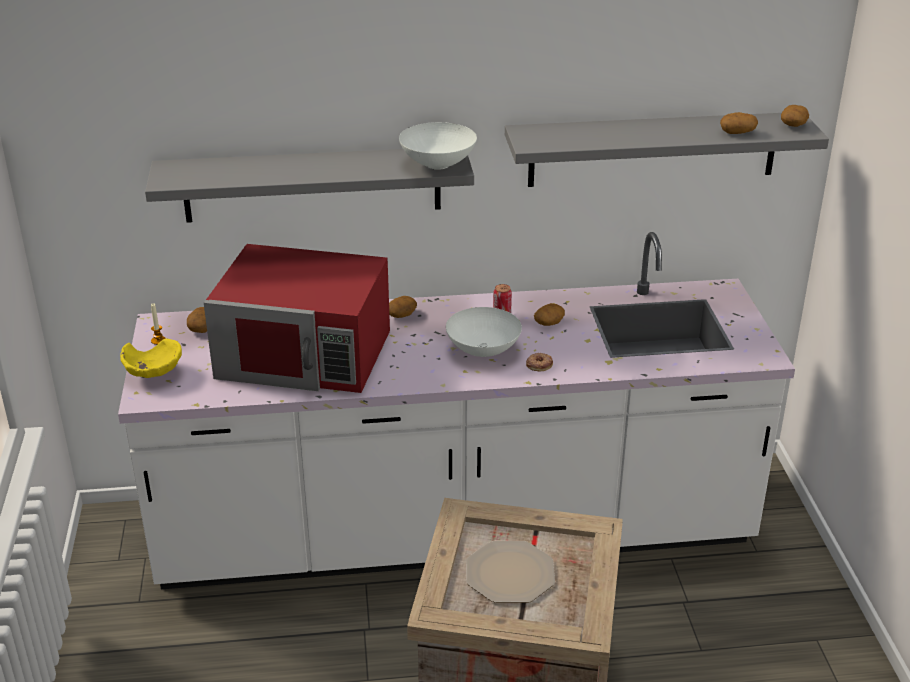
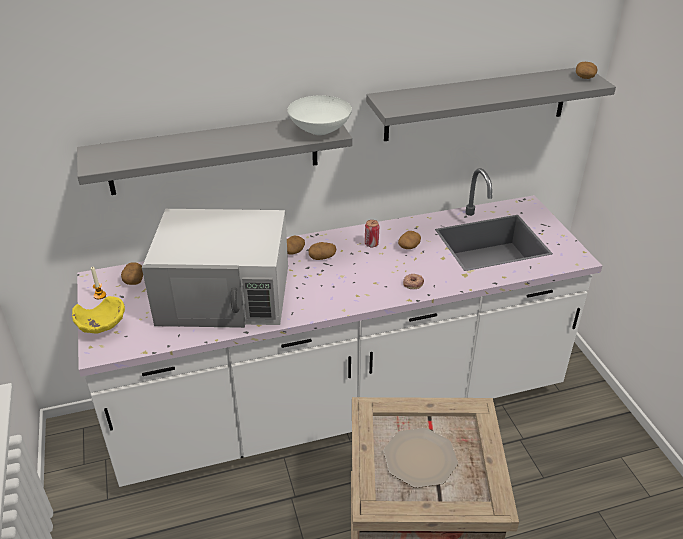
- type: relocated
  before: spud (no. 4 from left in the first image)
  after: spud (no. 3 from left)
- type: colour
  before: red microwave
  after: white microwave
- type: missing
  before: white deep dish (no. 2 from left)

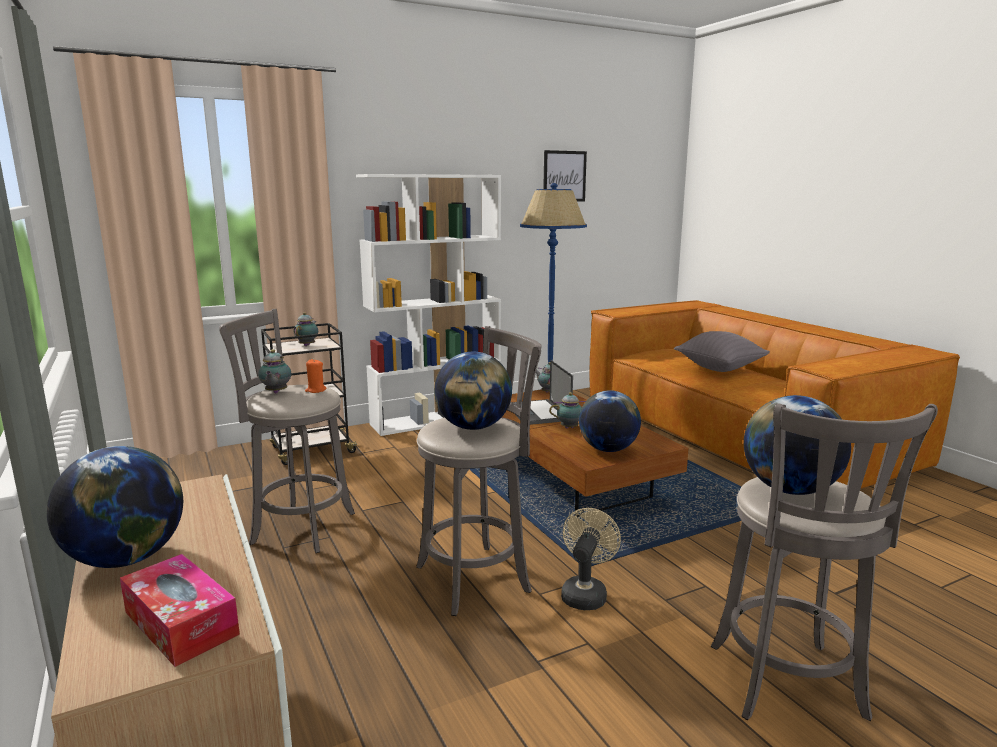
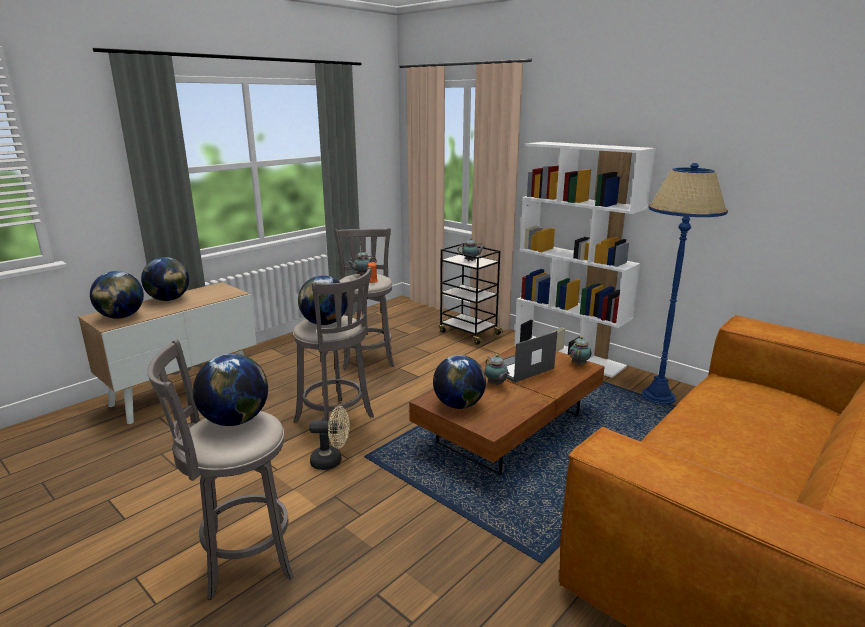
- type: missing
  before: picture
- type: missing
  before: gray cushion
- type: exchanged
  before: tissue holder
  after: world globe (no. 1 from left)

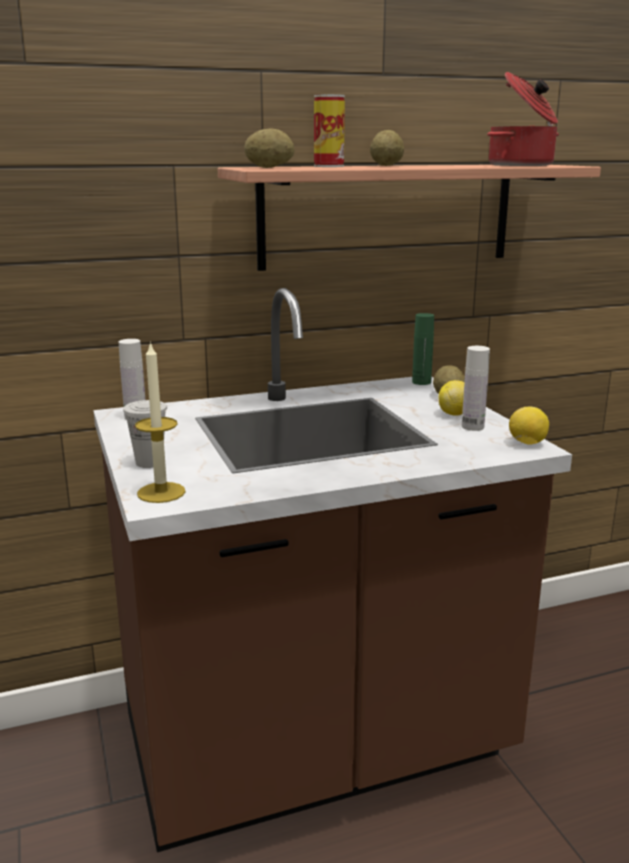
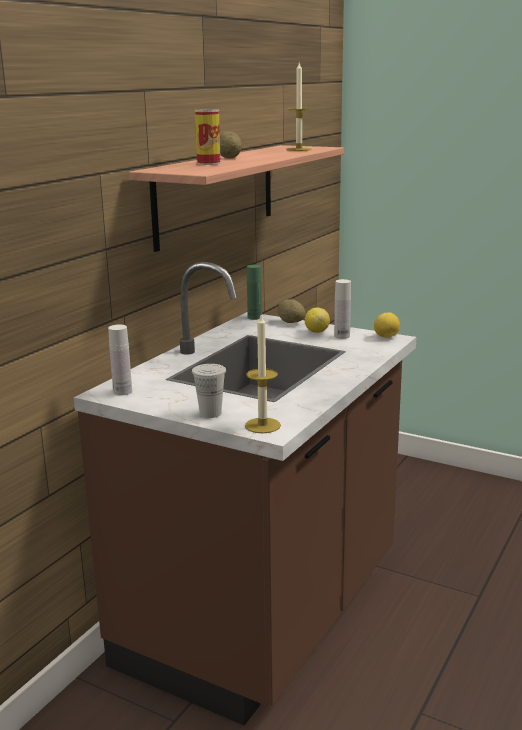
- type: exchanged
  before: stockpot
  after: wax light (no. 2 from left)
- type: missing
  before: spud (no. 1 from left)

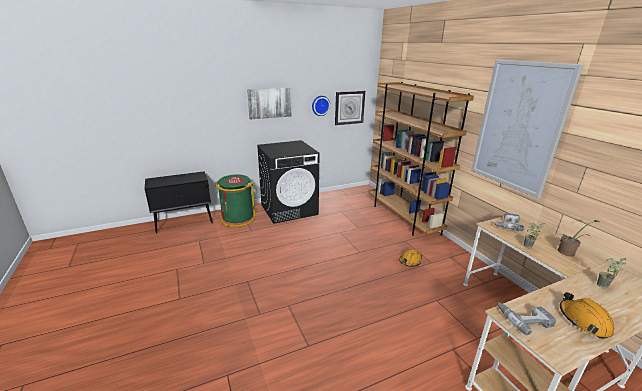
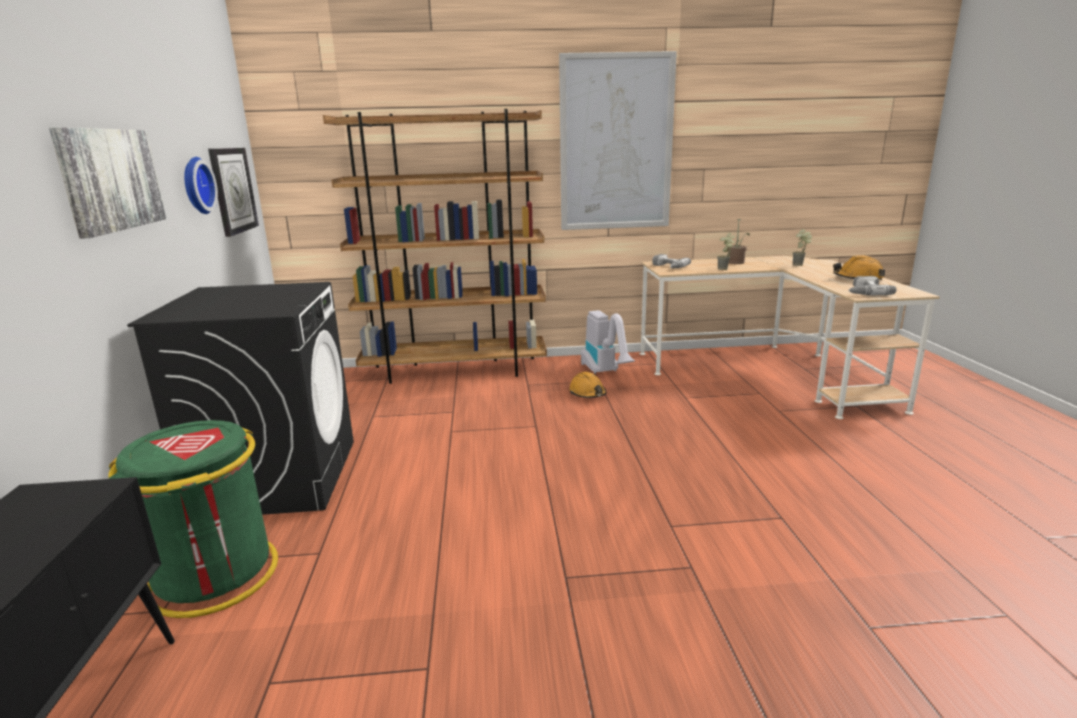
- type: appeared
  after: vacuum

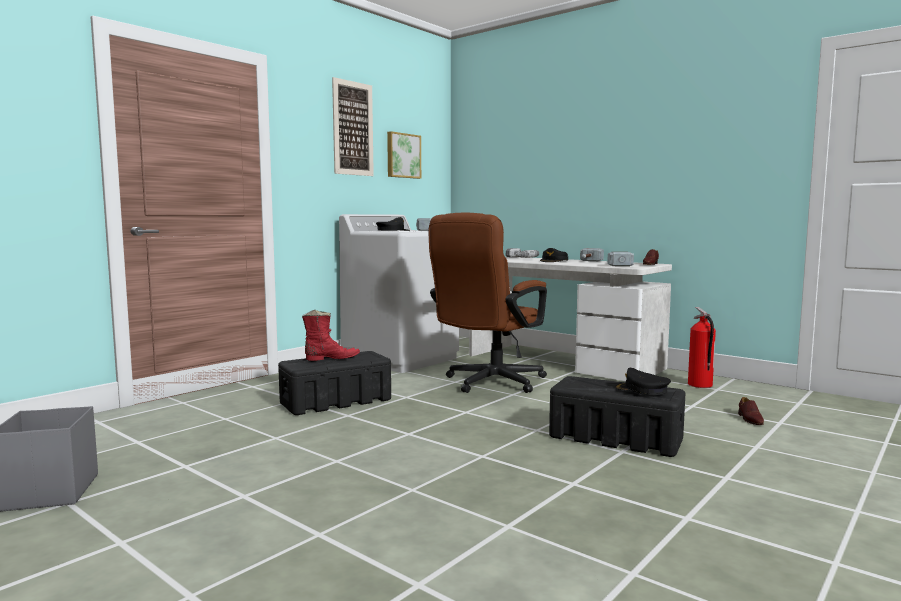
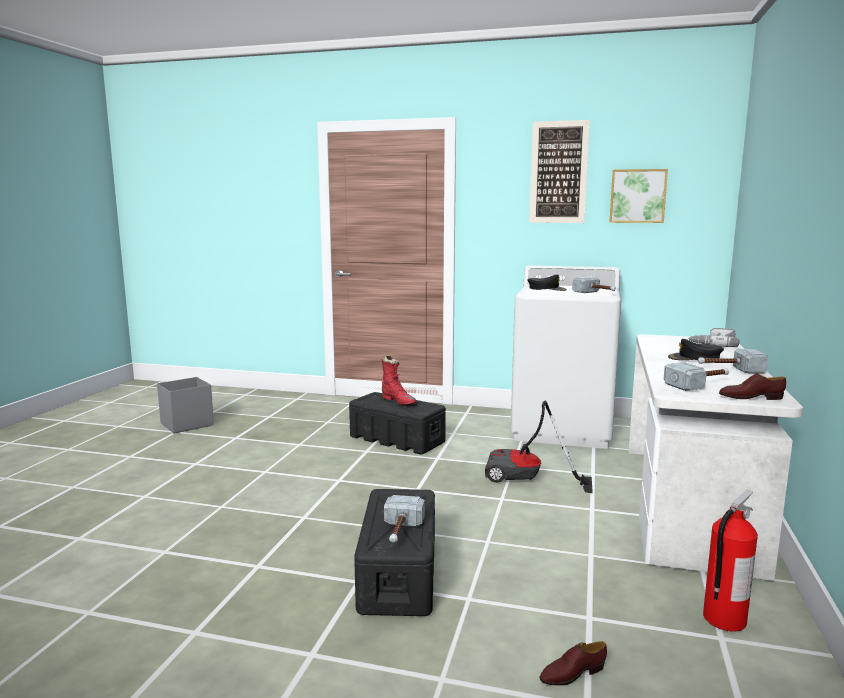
- type: exchanged
  before: brownish computer chair
  after: vacuum
- type: exchanged
  before: black baseball cap (no. 3 from left)
  after: hammer (no. 1 from left)

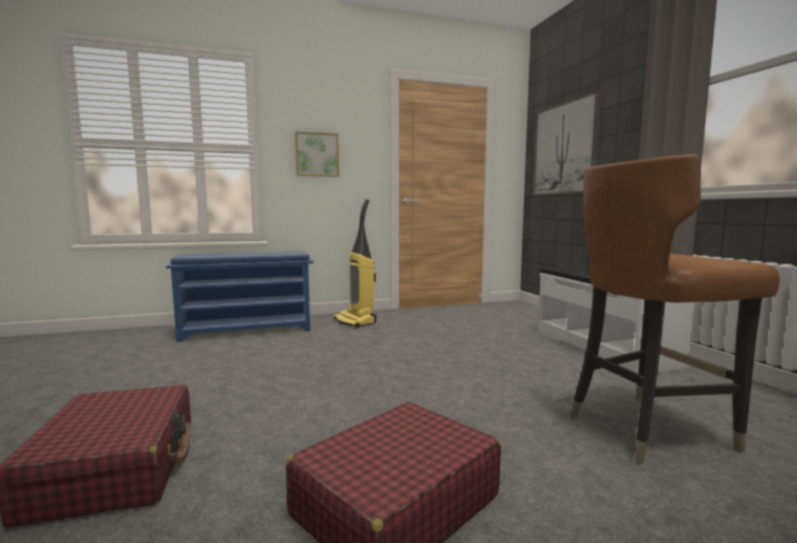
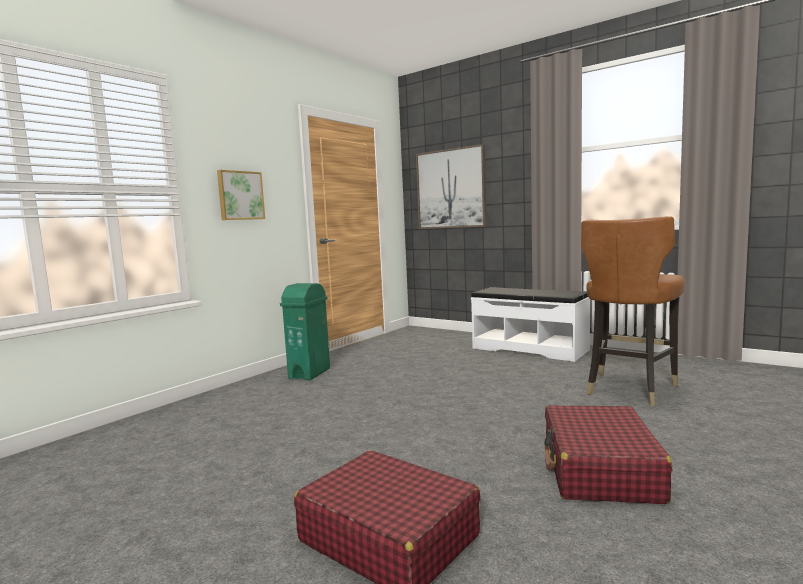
- type: exchanged
  before: vacuum
  after: greenish rubbish bin
- type: missing
  before: blue shoe rack

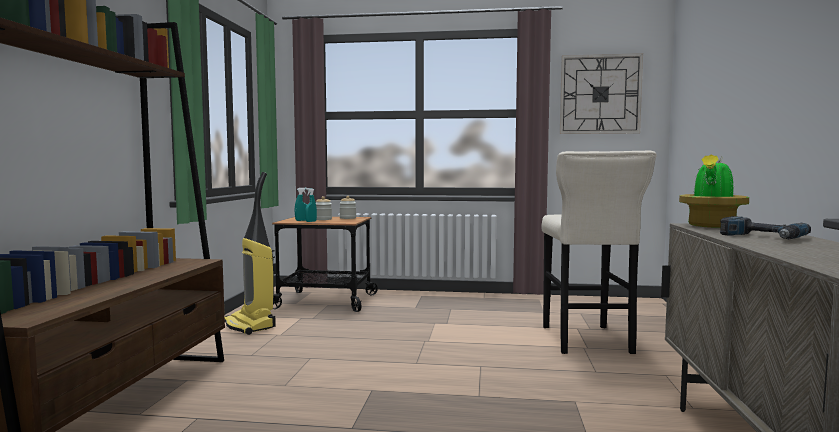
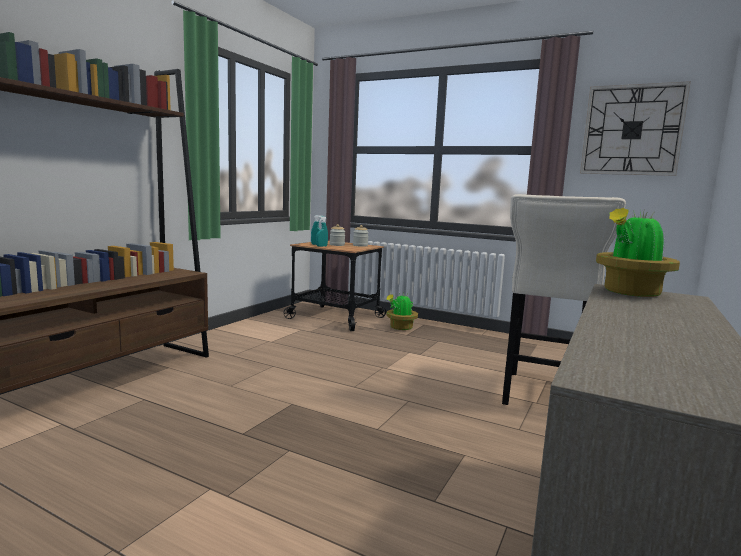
- type: missing
  before: vacuum
- type: missing
  before: power drill
- type: appeared
  after: potted plant (no. 1 from left)

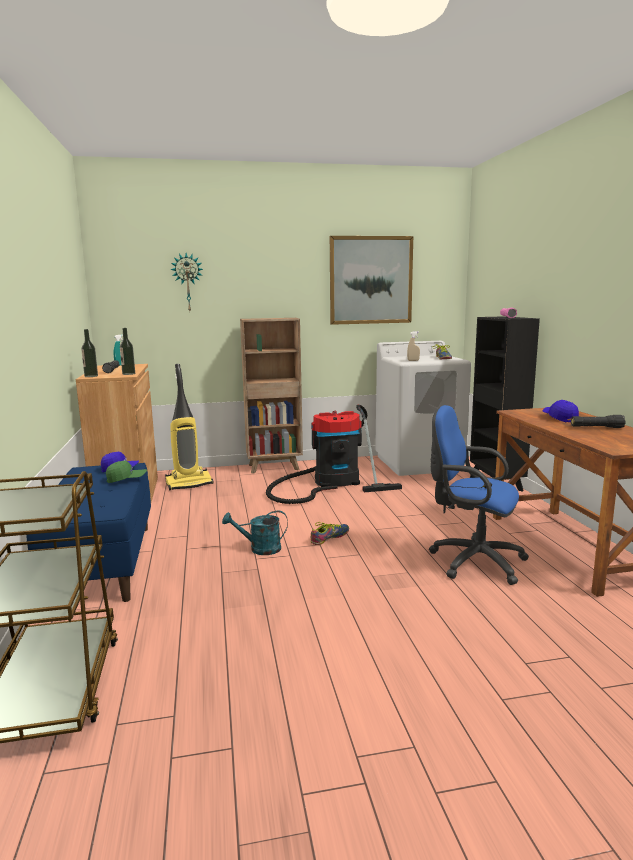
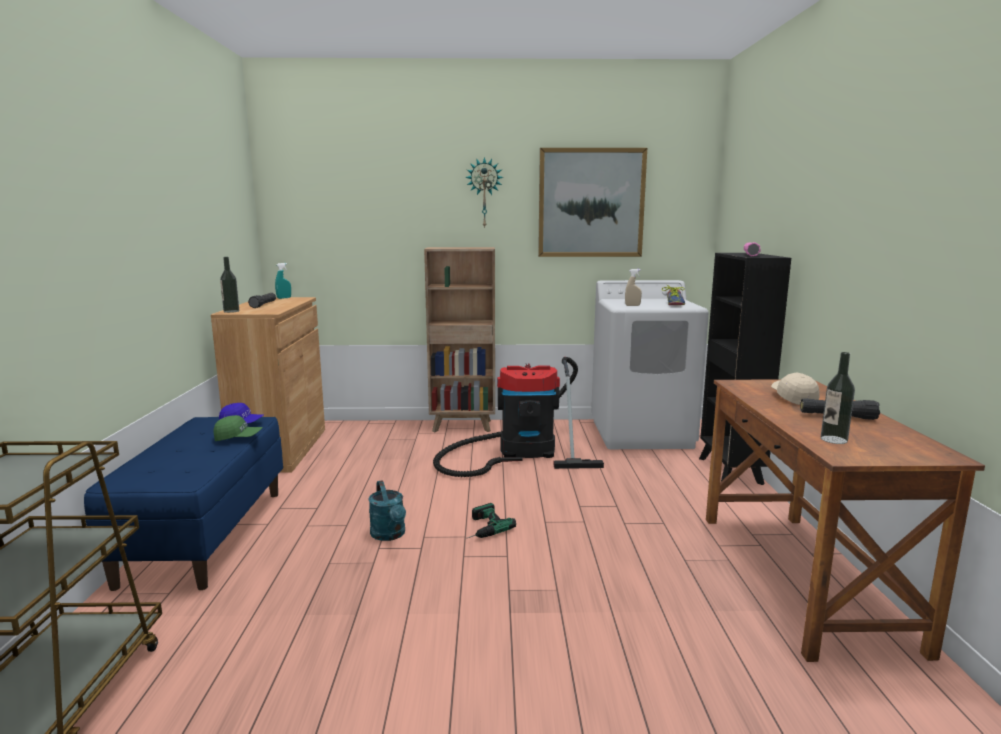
- type: relocated
  before: wall clock
- type: relocated
  before: beverage bottle (no. 2 from left)
- type: missing
  before: vacuum (no. 1 from left)
- type: colour
  before: blue baseball cap (no. 2 from left)
  after: beige-coloured baseball cap
- type: missing
  before: blue computer chair
- type: spun
  before: turquoise watering pot
  turn: -120
- type: exchanged
  before: item of footwear (no. 1 from left)
  after: power drill

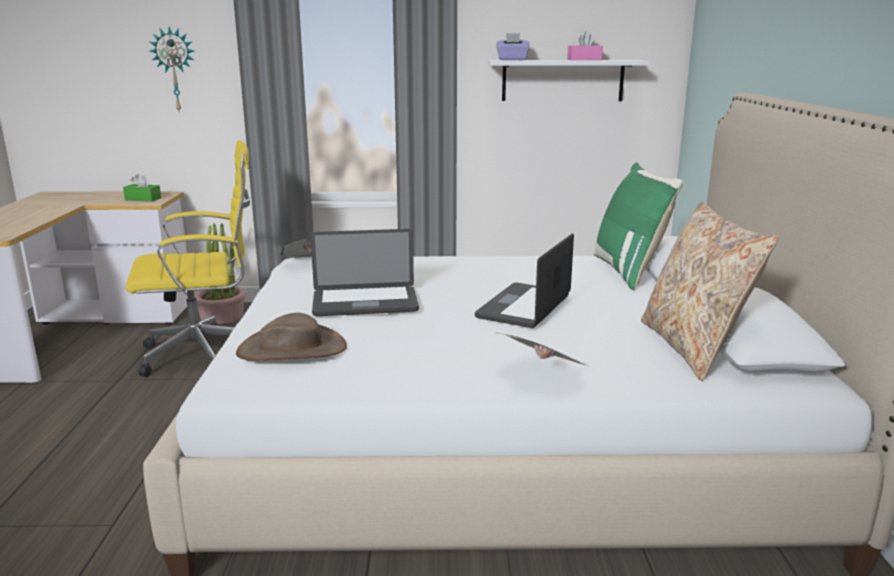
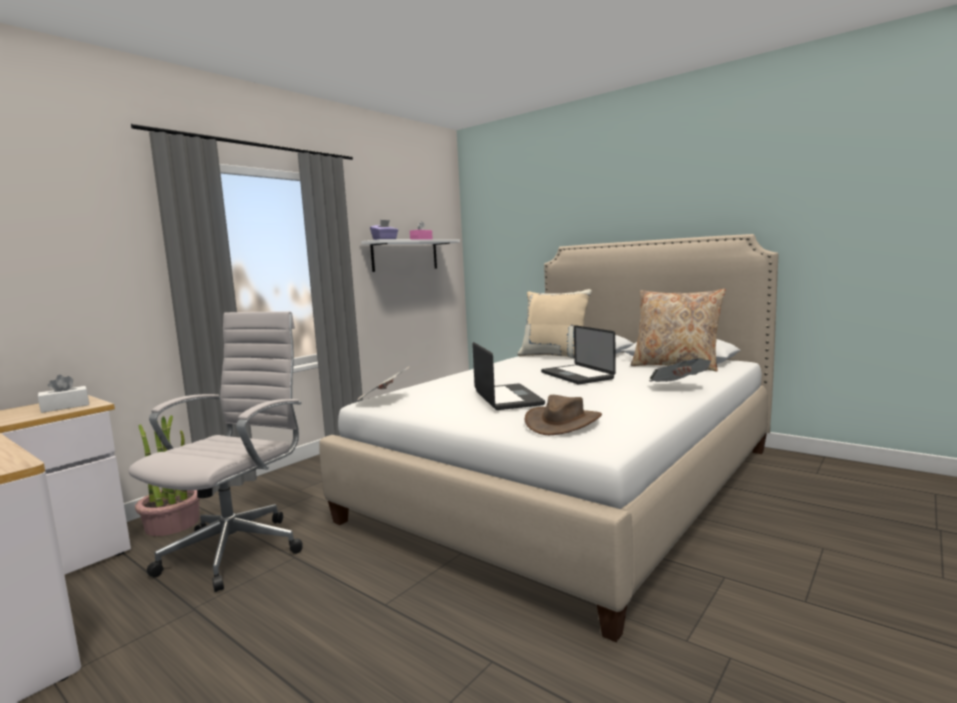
- type: missing
  before: wall clock
- type: colour
  before: yellow-coloured computer chair
  after: white computer chair
- type: colour
  before: greenish cushion
  after: beige-coloured cushion (no. 1 from left)
- type: colour
  before: greenish tissue holder
  after: white tissue holder
- type: spun
  before: portable computer (no. 1 from left)
  turn: -45

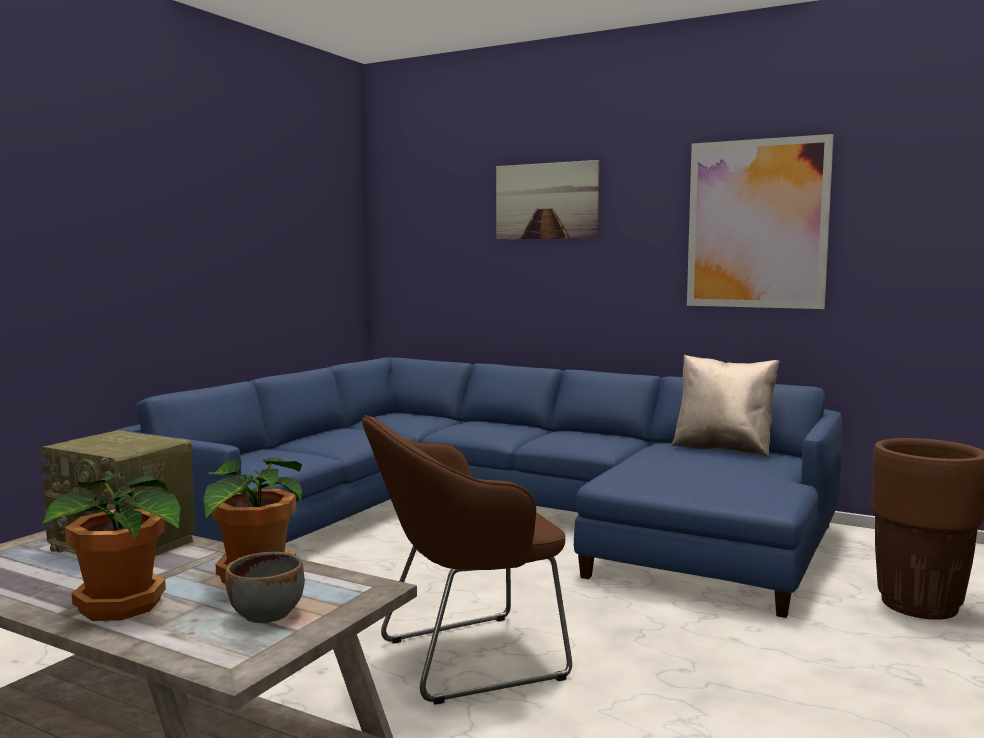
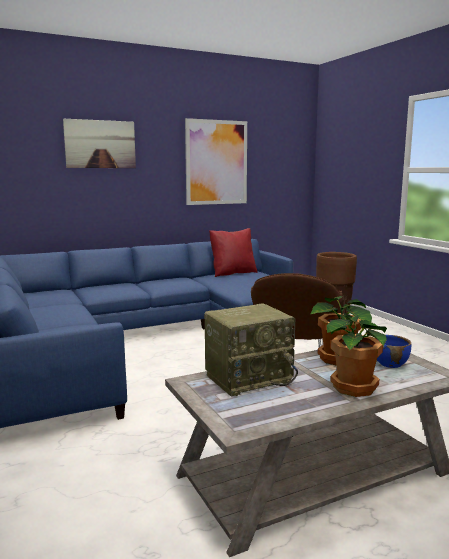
- type: colour
  before: beige-coloured cushion
  after: red cushion
- type: colour
  before: gray deep dish
  after: blue deep dish

